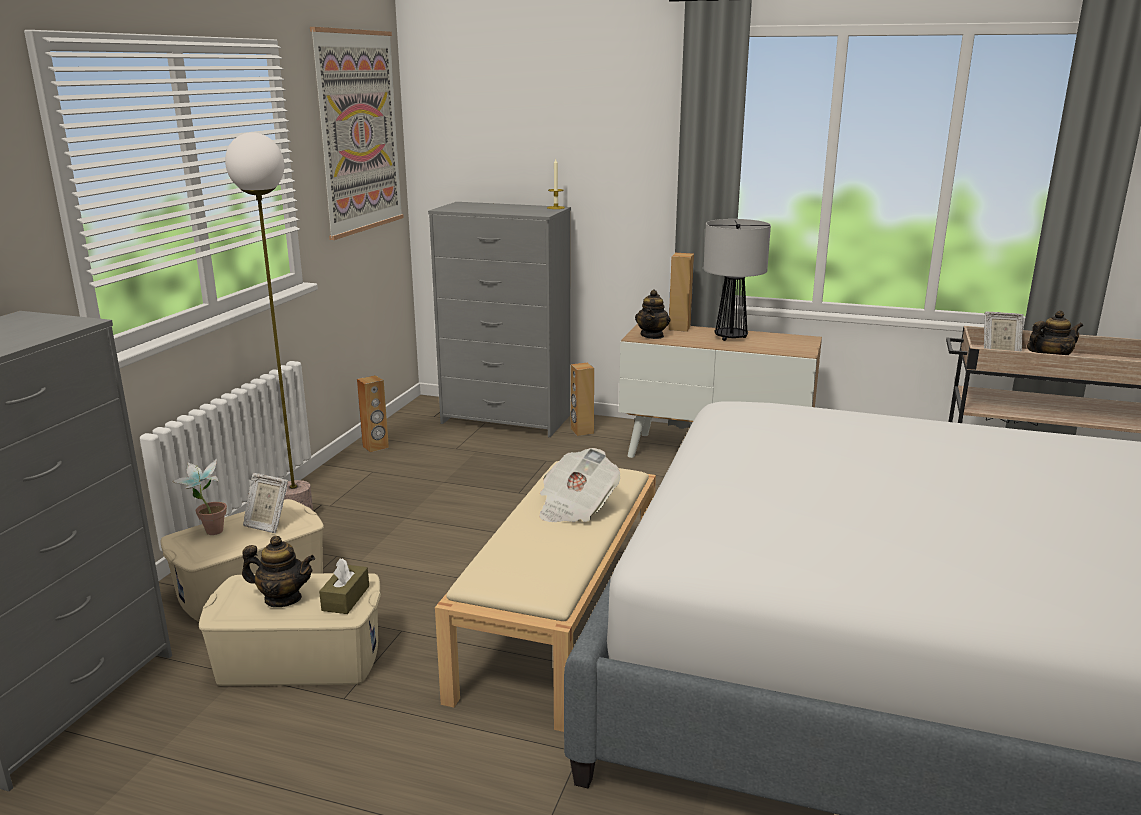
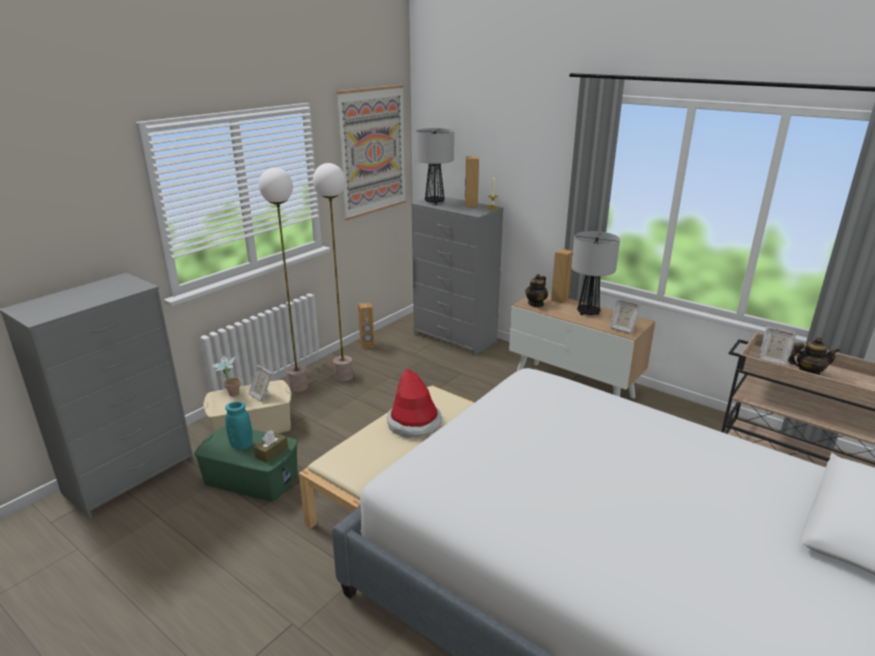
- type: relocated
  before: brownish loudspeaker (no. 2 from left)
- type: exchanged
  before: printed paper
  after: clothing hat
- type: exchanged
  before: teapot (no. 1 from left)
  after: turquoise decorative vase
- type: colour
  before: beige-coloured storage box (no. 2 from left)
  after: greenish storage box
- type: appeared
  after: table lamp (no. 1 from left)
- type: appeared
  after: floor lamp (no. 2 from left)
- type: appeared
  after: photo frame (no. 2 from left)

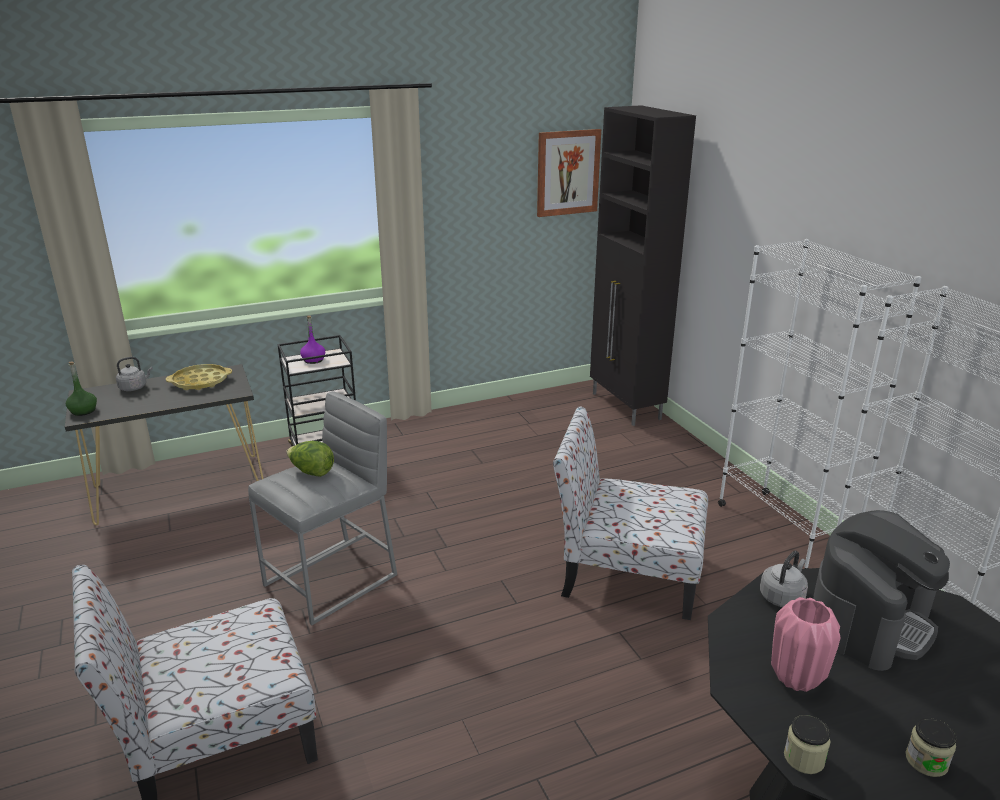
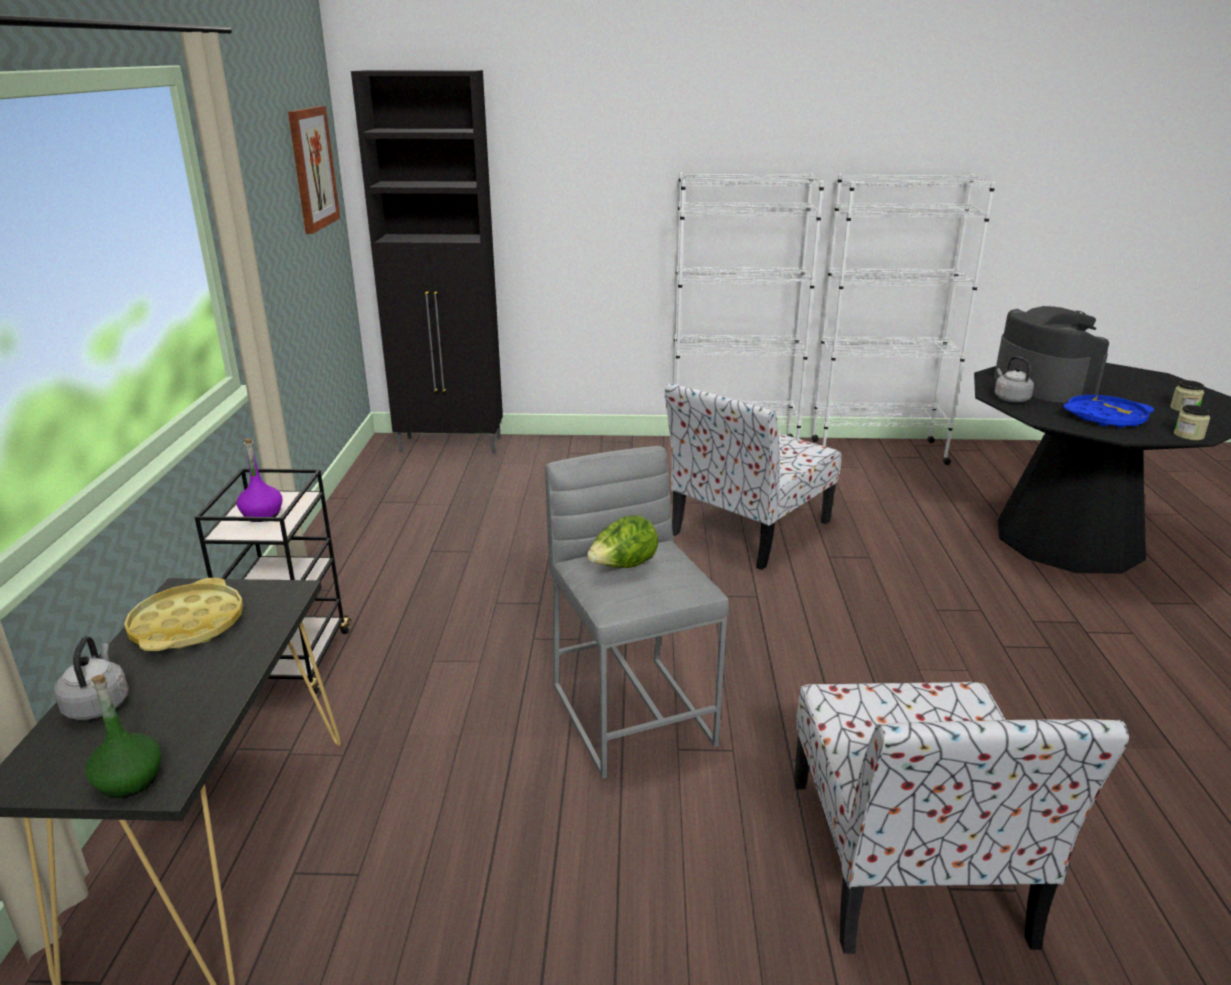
- type: exchanged
  before: pink-coloured decorative vase
  after: blue serving tray

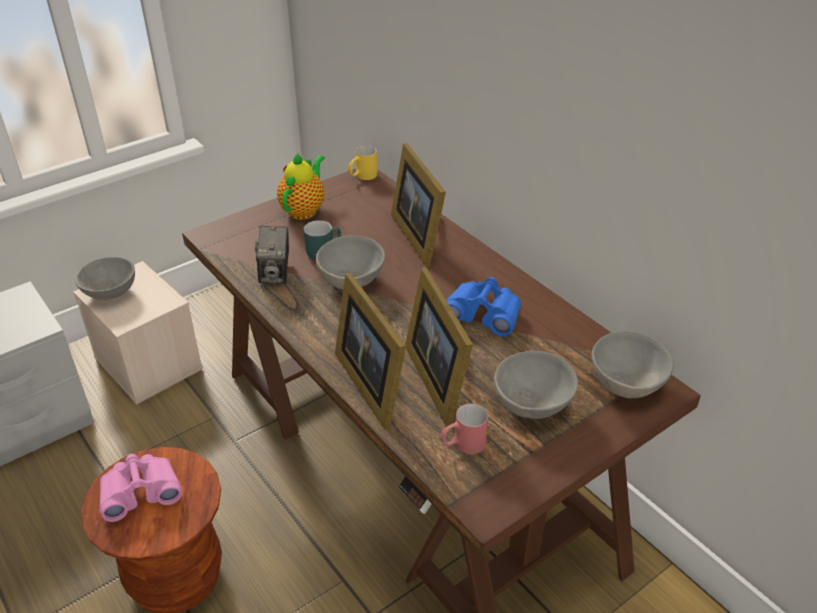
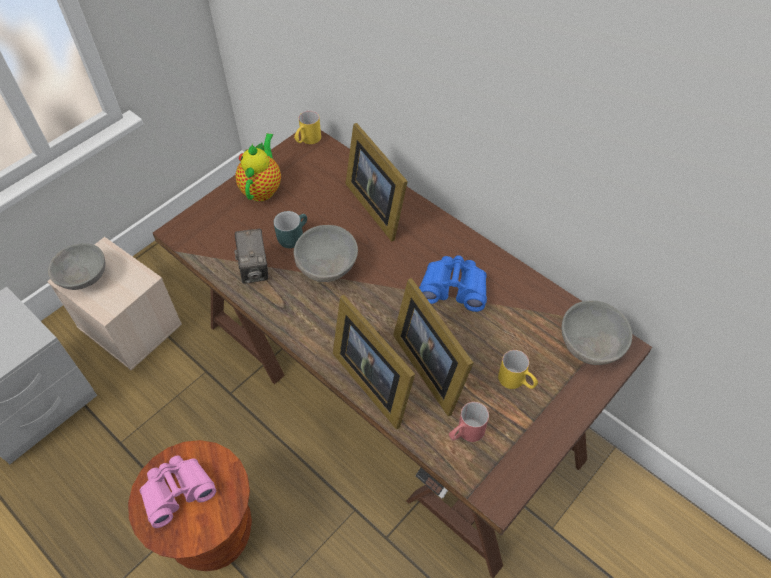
- type: exchanged
  before: gray deep dish (no. 3 from left)
  after: yellow-coloured coffee mug (no. 2 from left)

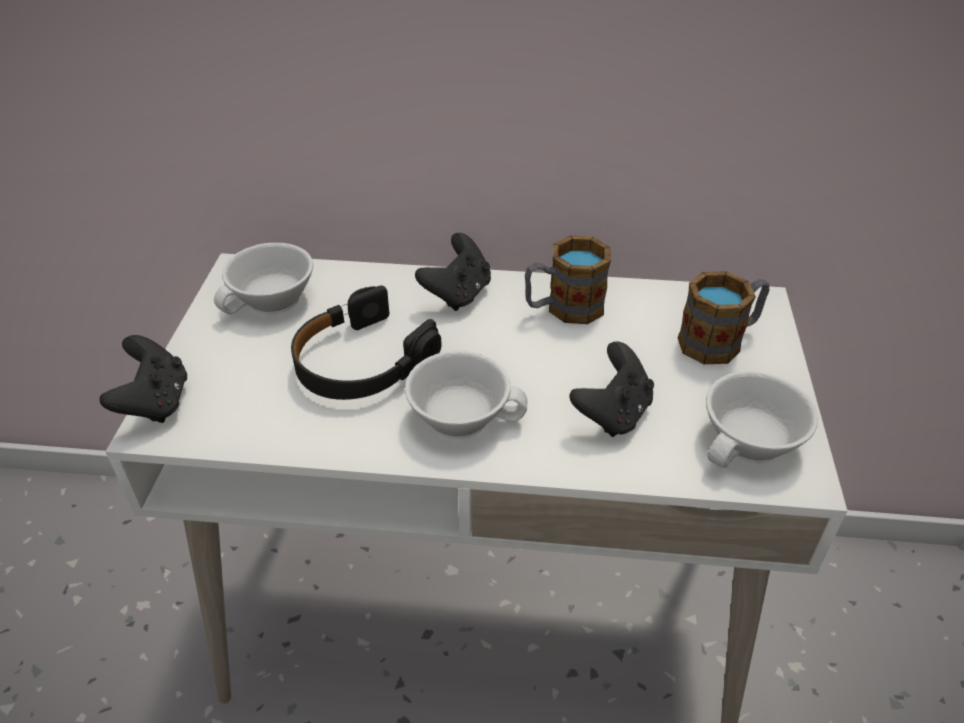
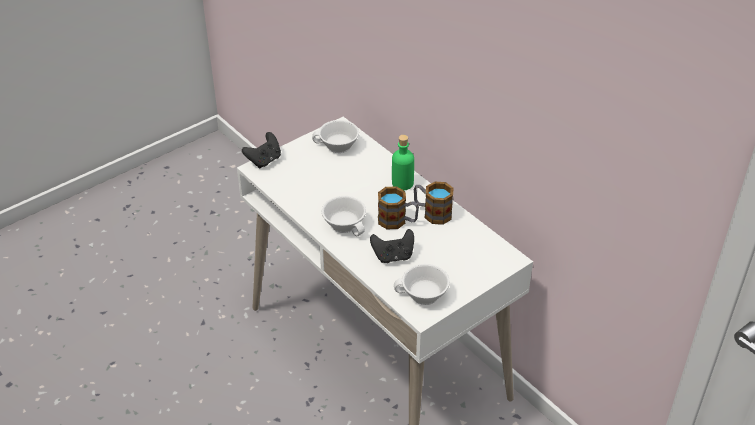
- type: exchanged
  before: black joypad (no. 2 from left)
  after: greenish beverage bottle
- type: relocated
  before: coffee mug (no. 2 from left in the first image)
  after: coffee mug (no. 1 from left)
- type: missing
  before: black headphones

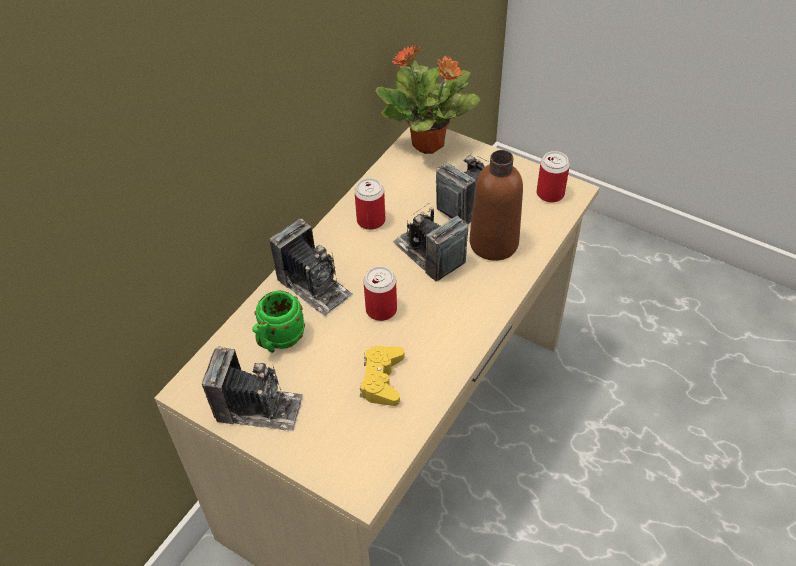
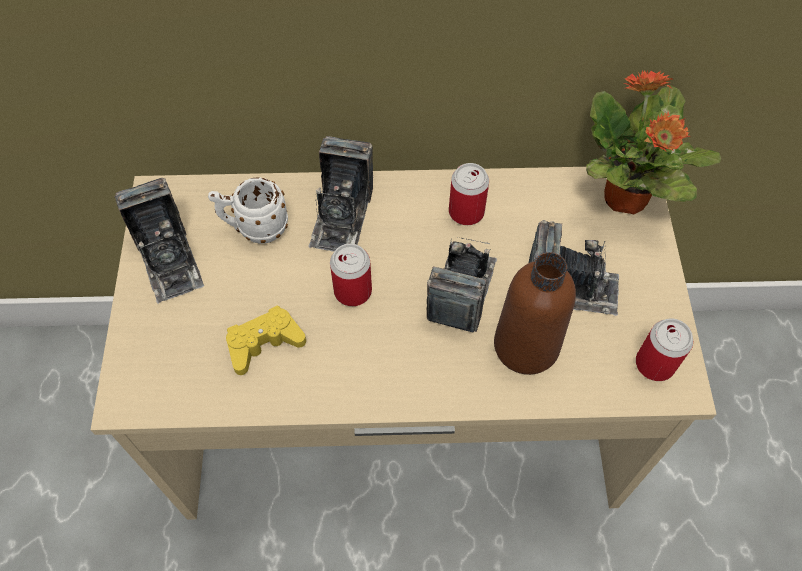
- type: colour
  before: greenish coffee mug
  after: white coffee mug

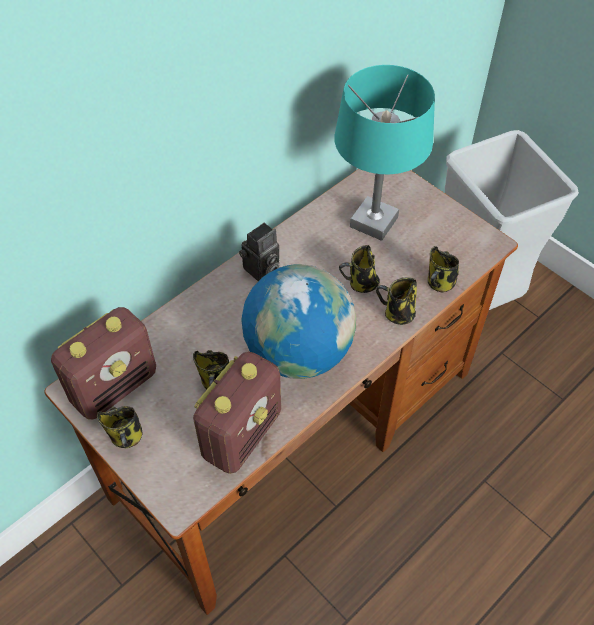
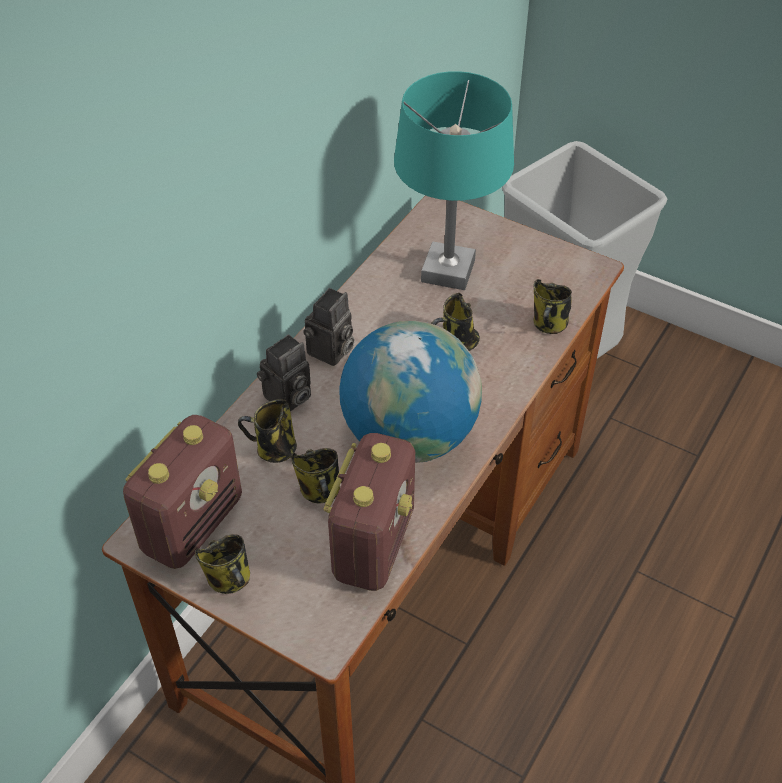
- type: relocated
  before: coffee mug (no. 4 from left in the first image)
  after: coffee mug (no. 2 from left)
- type: appeared
  after: still camera (no. 1 from left)

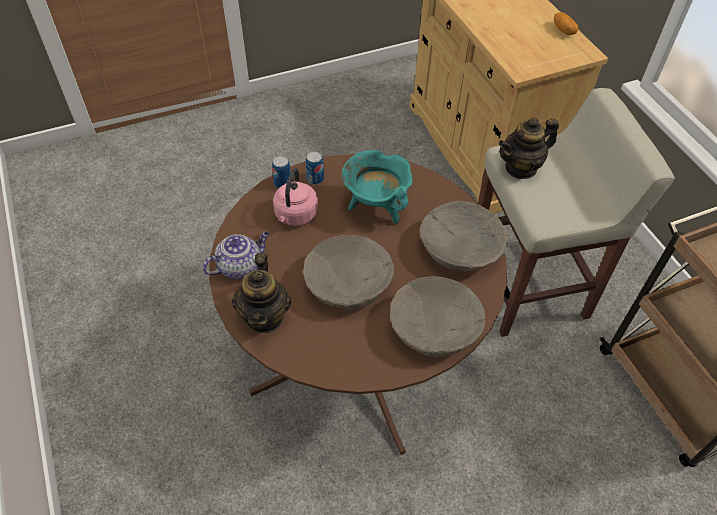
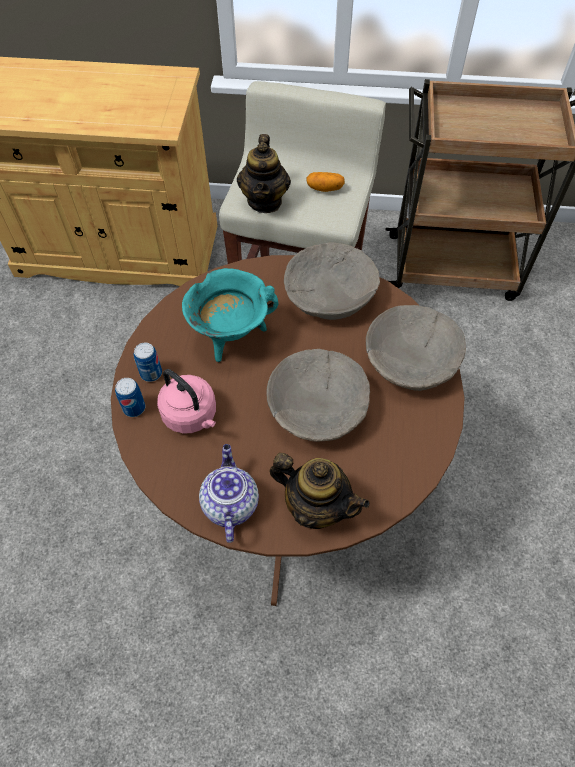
- type: relocated
  before: spud

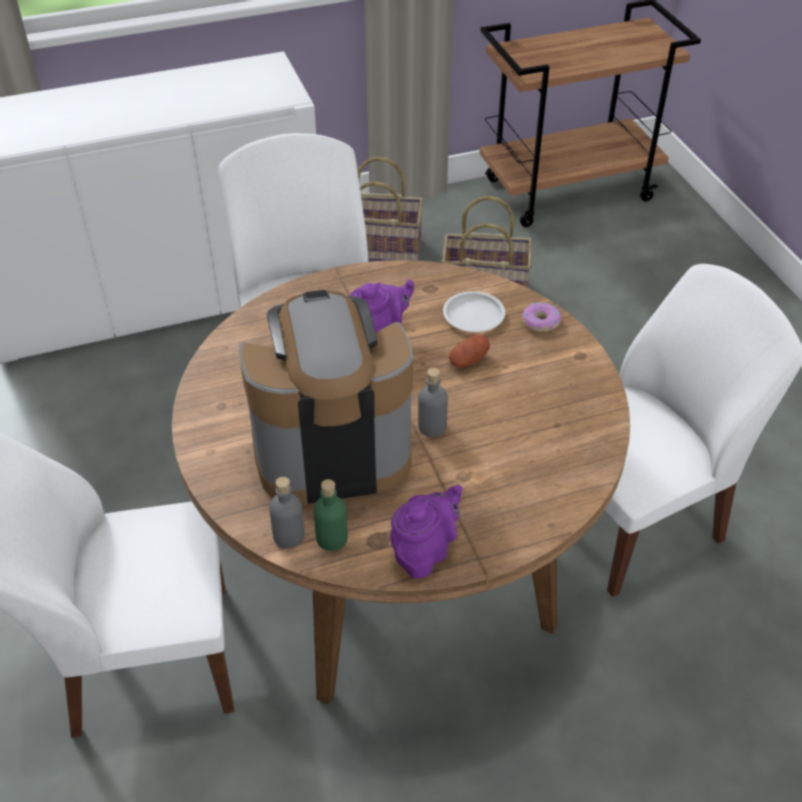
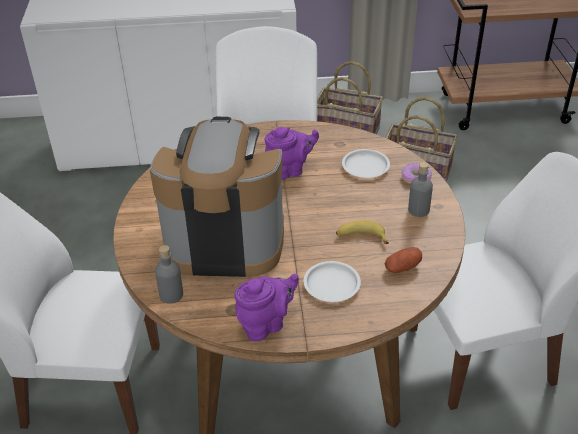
- type: relocated
  before: spud
- type: relocated
  before: gray beverage bottle (no. 2 from left)
- type: missing
  before: greenish beverage bottle
- type: appeared
  after: banana fruit
- type: appeared
  after: white plate (no. 1 from left)

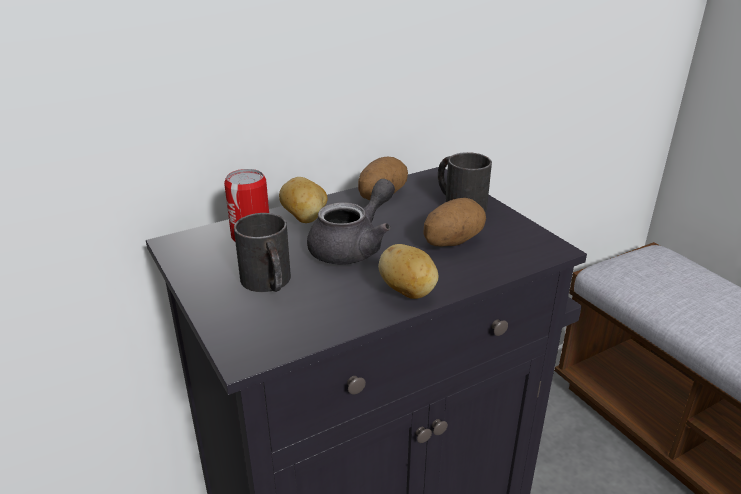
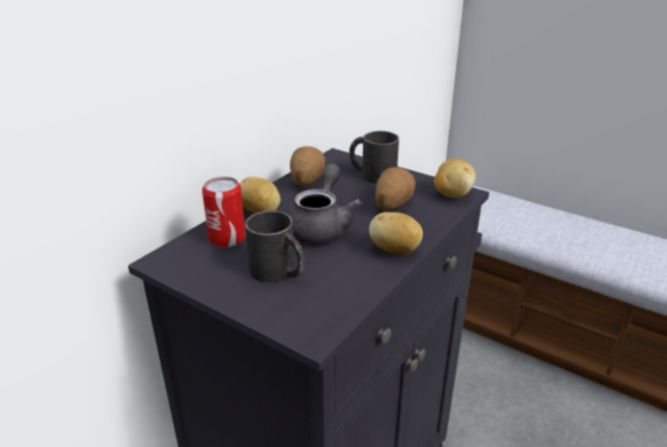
- type: appeared
  after: spud (no. 5 from left)

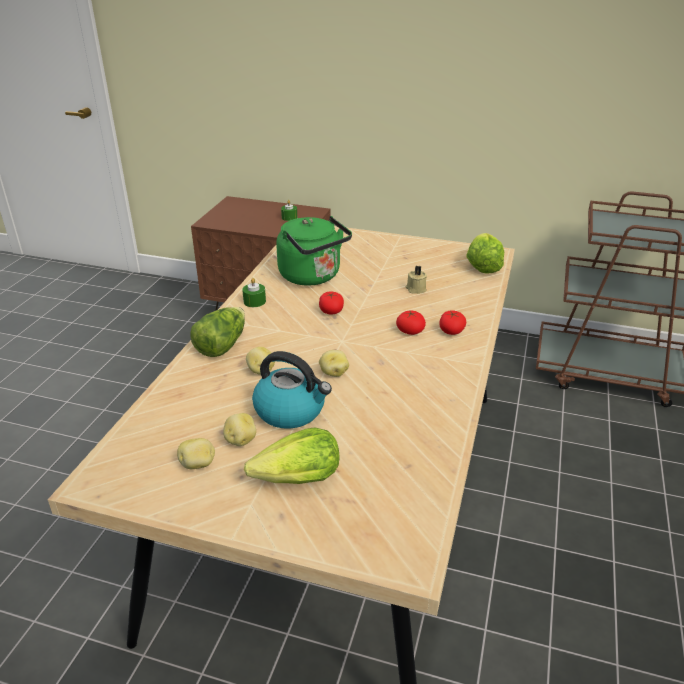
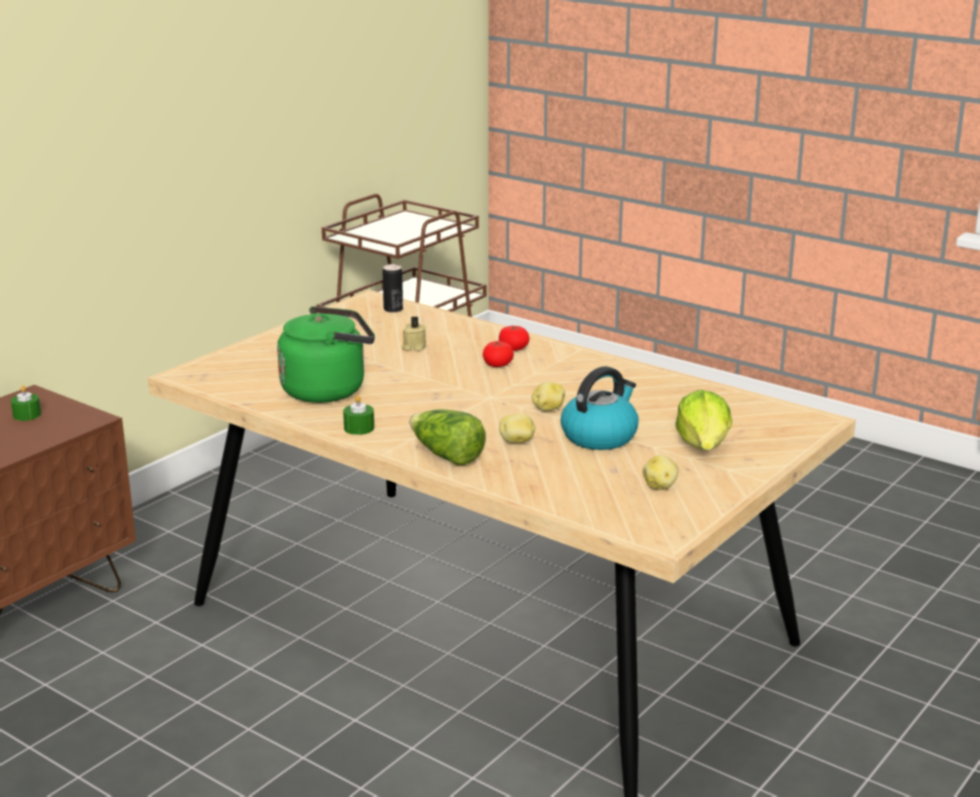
- type: exchanged
  before: lettuce head (no. 3 from left)
  after: metal can
- type: missing
  before: fresh tomato (no. 1 from left)
- type: missing
  before: spud (no. 2 from left)

